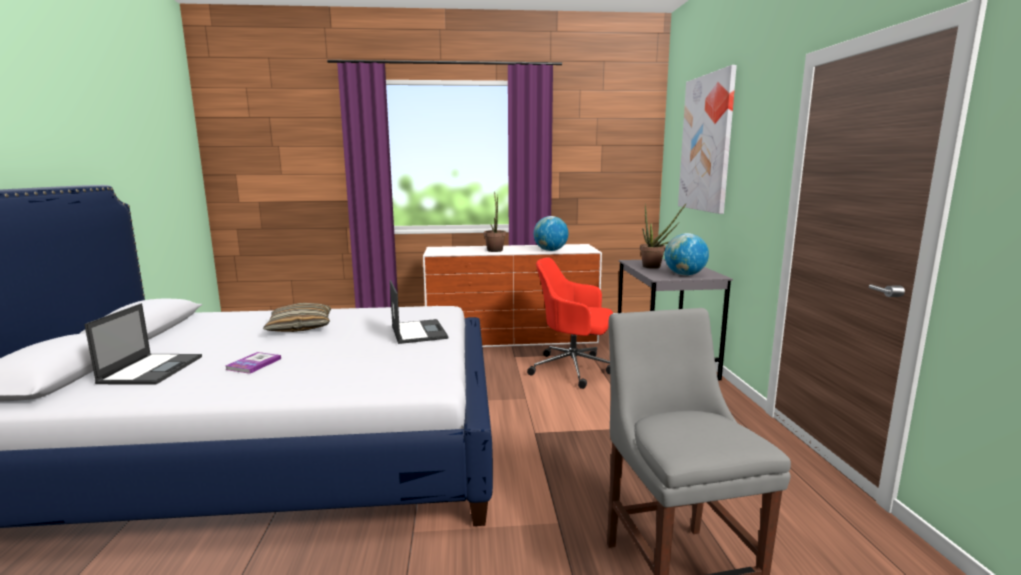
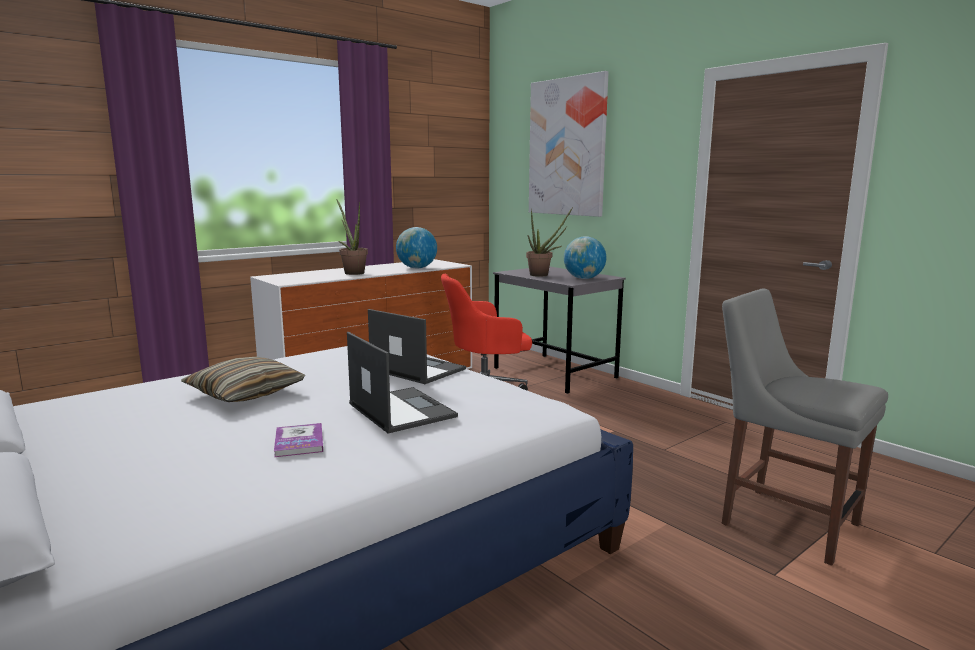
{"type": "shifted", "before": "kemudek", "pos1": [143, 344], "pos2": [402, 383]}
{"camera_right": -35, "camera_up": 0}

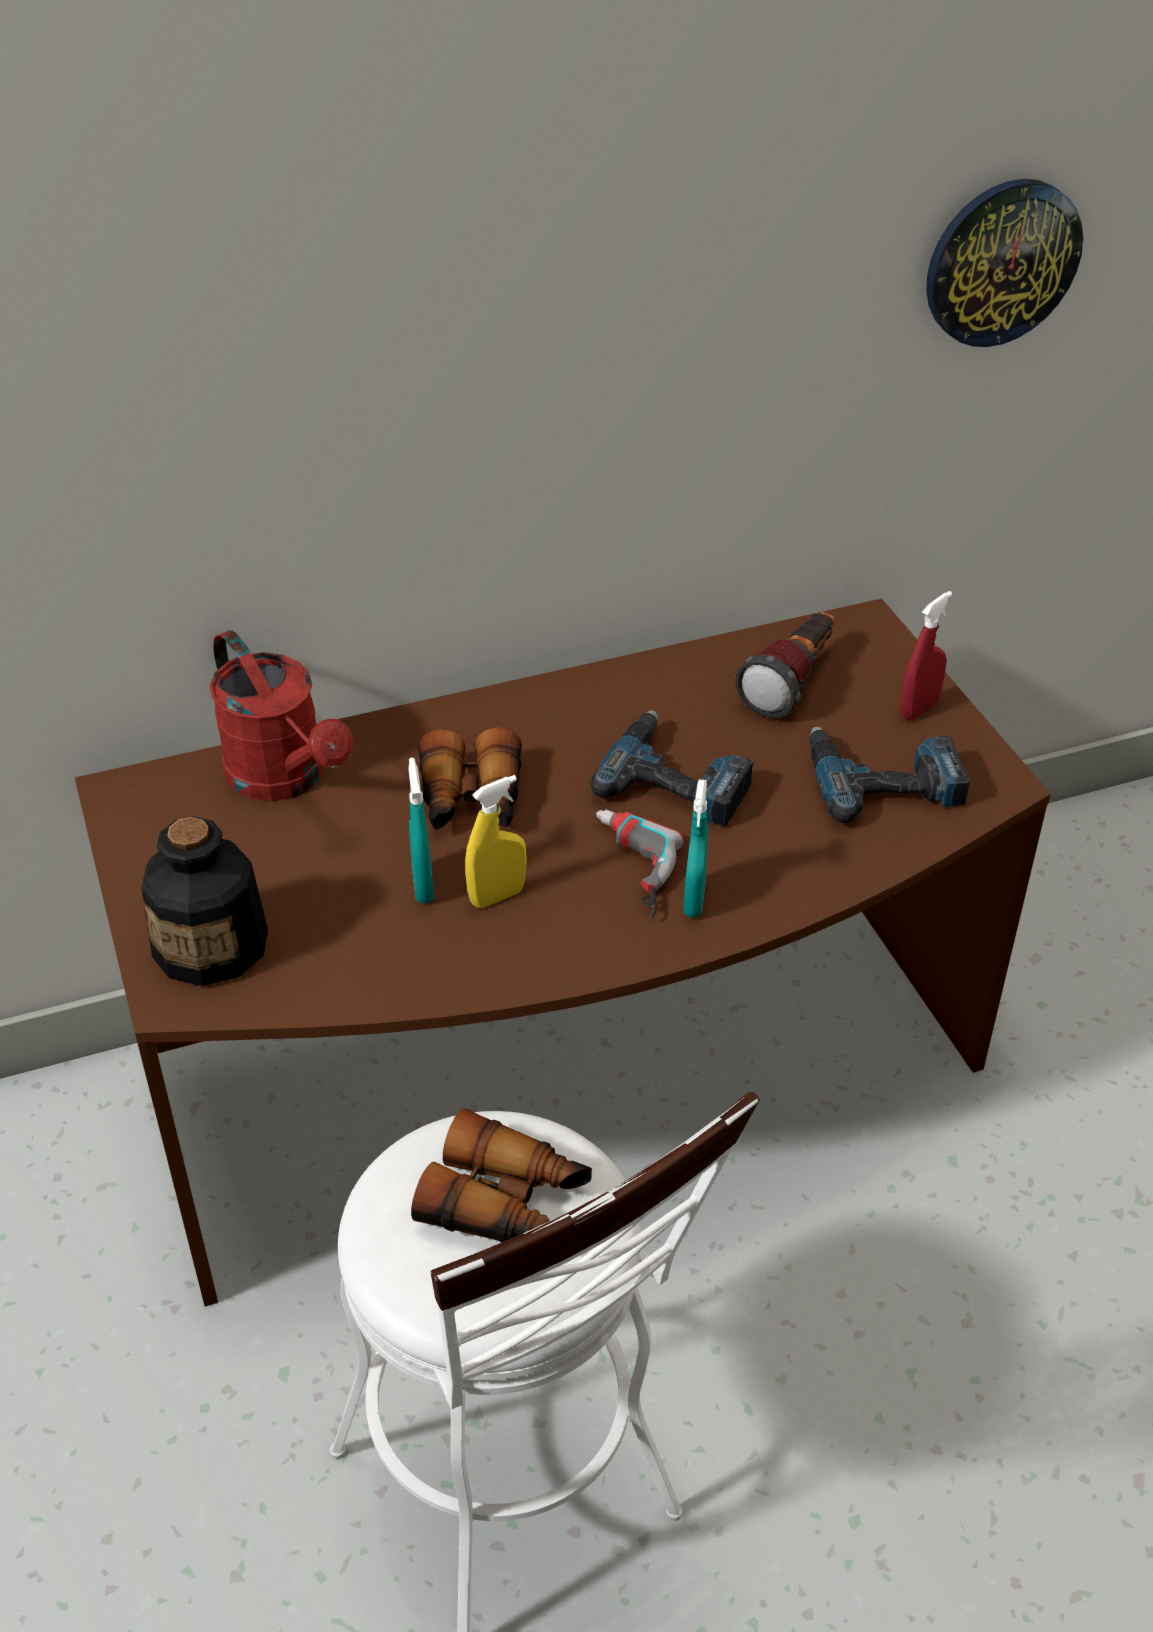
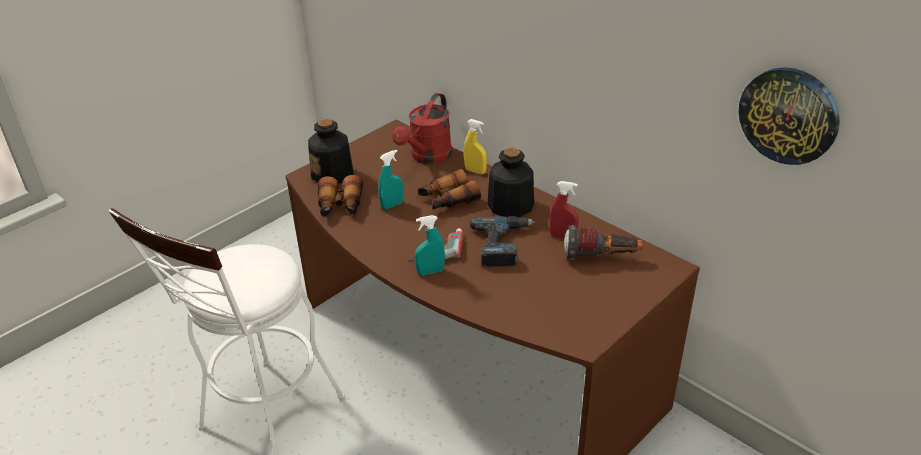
{"type": "gone", "before": "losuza", "pos1": [889, 775]}
{"type": "new", "after": "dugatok", "pos2": [510, 182]}
{"type": "shifted", "before": "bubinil", "pos1": [501, 1175], "pos2": [340, 196]}
{"type": "shifted", "before": "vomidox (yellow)", "pos1": [496, 841], "pos2": [475, 146]}
{"type": "shifted", "before": "vomidox (red)", "pos1": [926, 655], "pos2": [564, 209]}
{"camera_right": 65, "camera_up": -5}

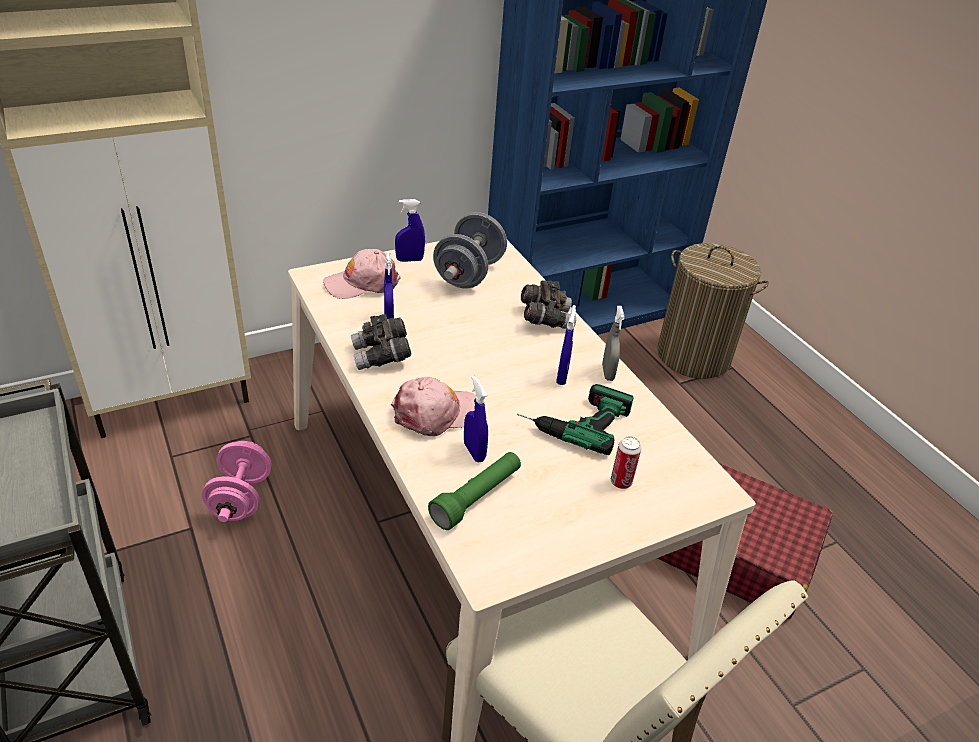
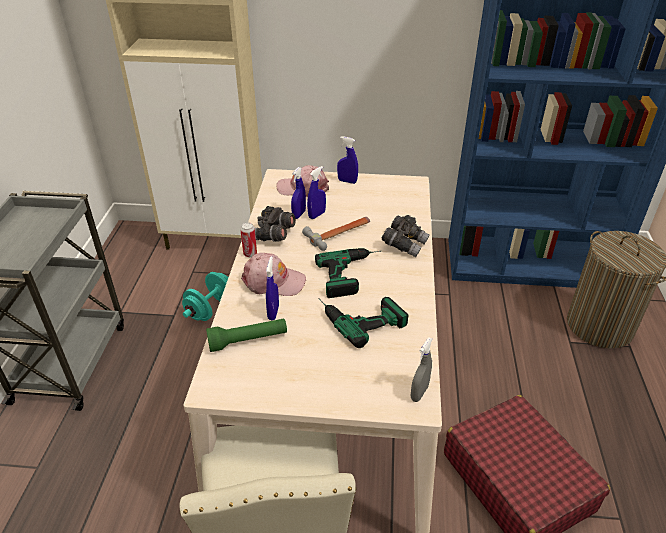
{"type": "gone", "before": "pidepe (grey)", "pos1": [470, 250]}
{"type": "new", "after": "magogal", "pos2": [336, 234]}
{"type": "new", "after": "losuza", "pos2": [348, 273]}
{"type": "shifted", "before": "vomidox (blue)", "pos1": [566, 345], "pos2": [316, 192]}
{"type": "shifted", "before": "vomidox (grey)", "pos1": [613, 343], "pos2": [421, 369]}
{"type": "shifted", "before": "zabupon", "pos1": [626, 462], "pos2": [248, 239]}
{"type": "repainted", "before": "pidepe (pink)", "after": "pidepe (turquoise)", "pos1": [237, 481], "pos2": [205, 296]}
{"camera_right": 35, "camera_up": 0}

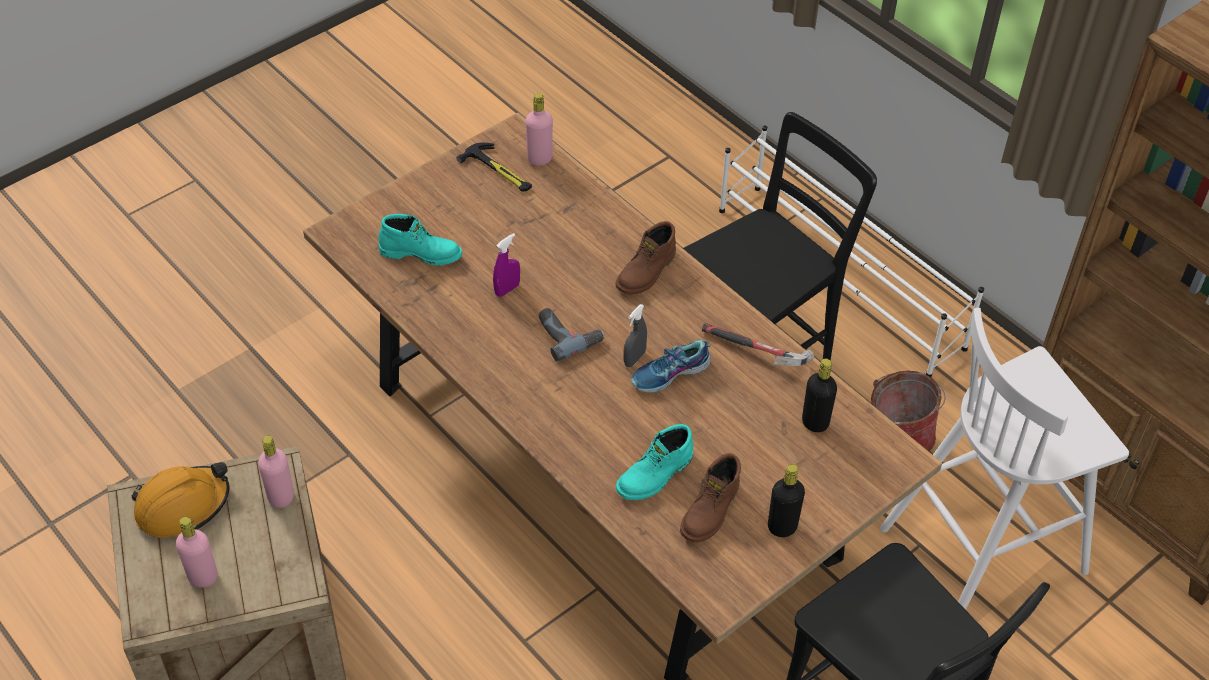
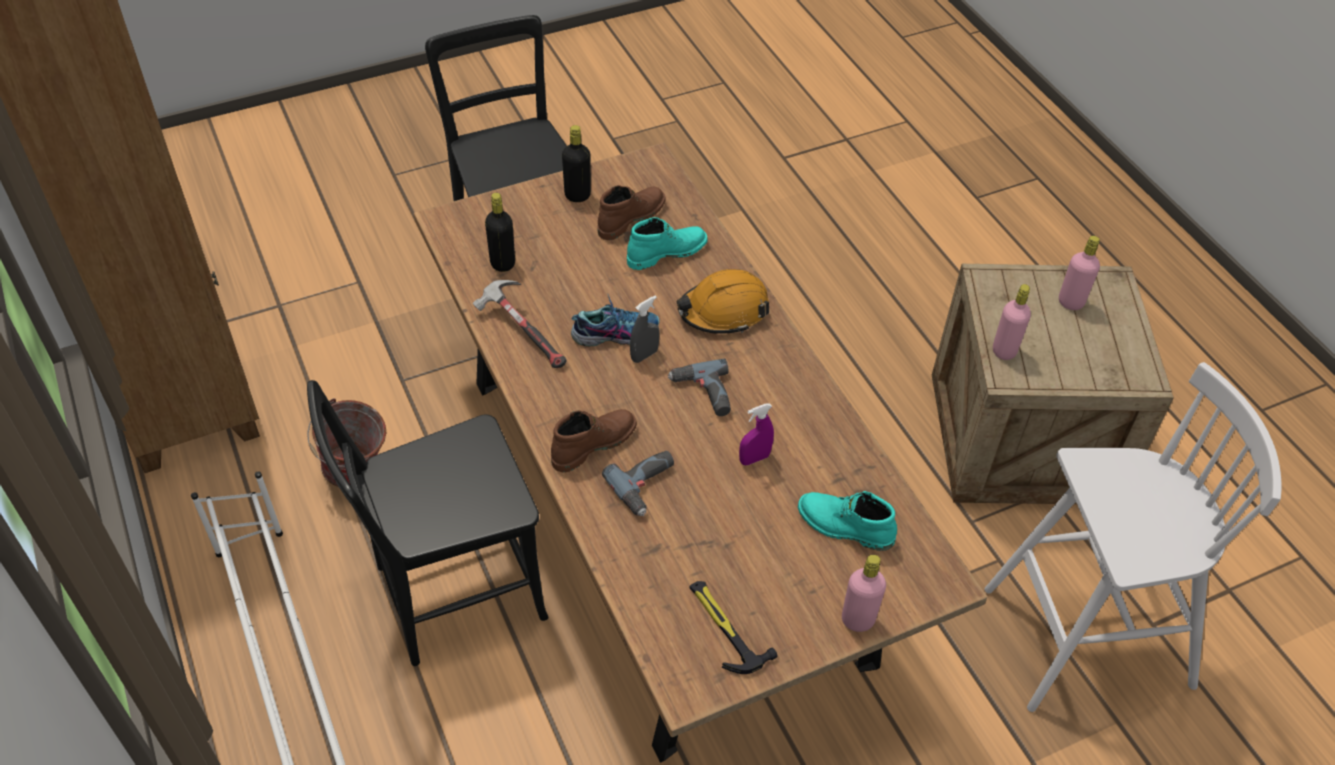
{"type": "new", "after": "losuza", "pos2": [638, 483]}
{"type": "shifted", "before": "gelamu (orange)", "pos1": [180, 500], "pos2": [723, 301]}
{"type": "shifted", "before": "dugatok (pink)", "pos1": [539, 129], "pos2": [864, 593]}
{"type": "shifted", "before": "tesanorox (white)", "pos1": [1004, 459], "pos2": [1133, 537]}
{"camera_right": -165, "camera_up": 0}

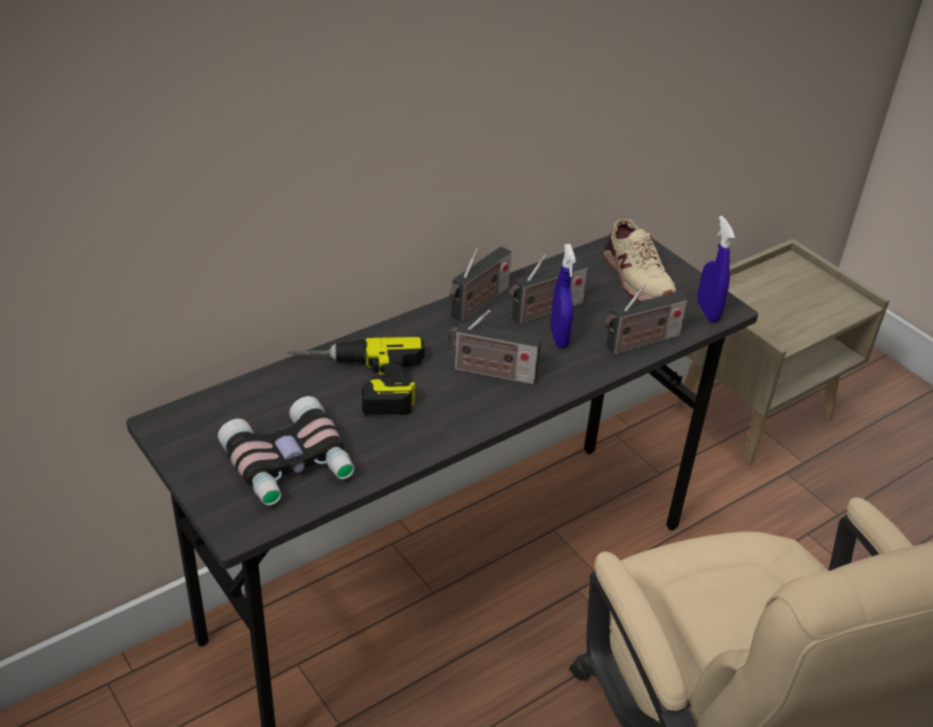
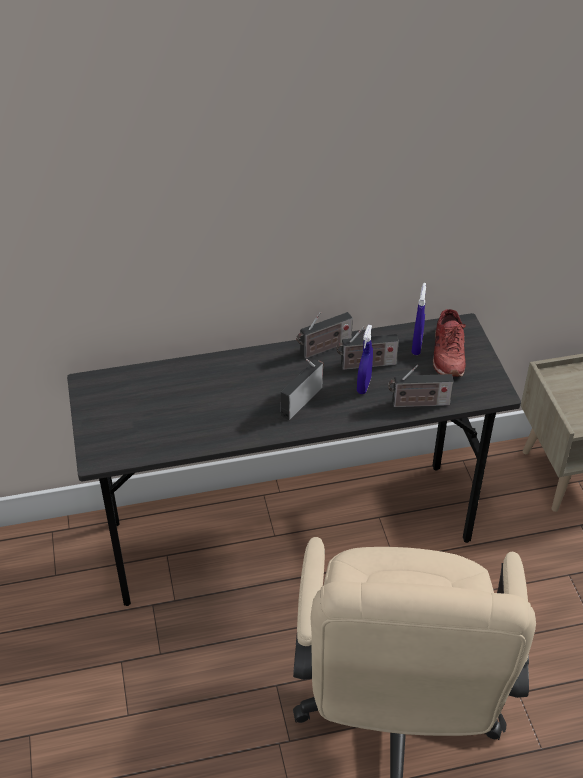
{"type": "gone", "before": "bubinil", "pos1": [286, 450]}
{"type": "gone", "before": "losuza", "pos1": [355, 376]}
{"type": "shifted", "before": "vomidox (blue)", "pos1": [716, 269], "pos2": [418, 319]}
{"type": "repainted", "before": "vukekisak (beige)", "after": "vukekisak (red)", "pos1": [640, 260], "pos2": [449, 343]}
{"type": "rotated", "before": "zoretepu", "pos1": [495, 347], "pos2": [302, 389], "turn": 90}
{"camera_right": 25, "camera_up": 5}

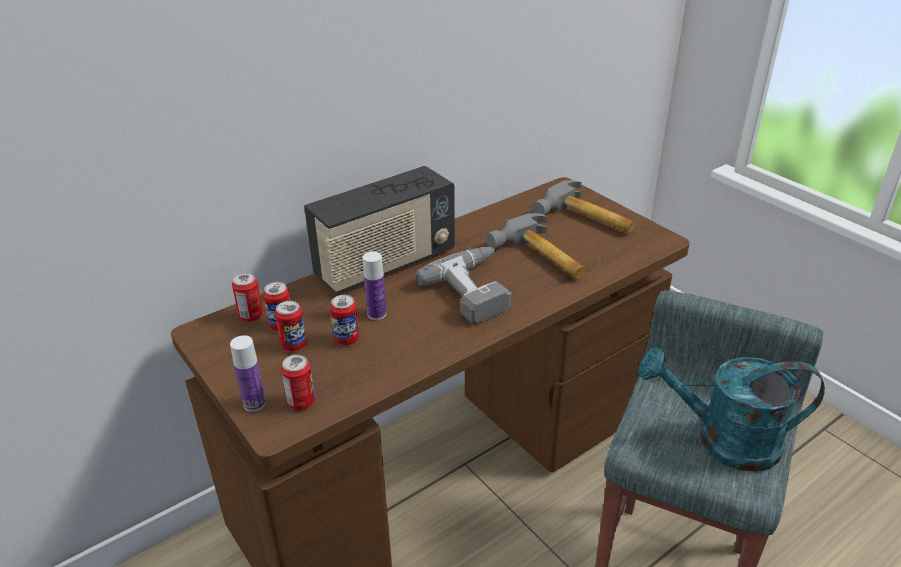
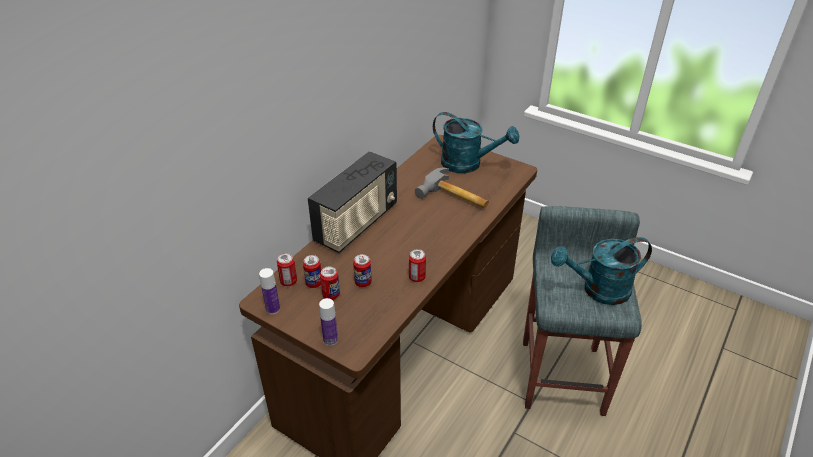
{"type": "gone", "before": "losuza", "pos1": [463, 285]}
{"type": "shifted", "before": "zabupon", "pos1": [298, 382], "pos2": [417, 265]}
{"type": "shifted", "before": "dugatok", "pos1": [374, 285], "pos2": [269, 291]}
{"type": "swapped", "before": "magogal", "after": "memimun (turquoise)", "pos1": [584, 206], "pos2": [476, 142]}
{"camera_right": -20, "camera_up": 5}

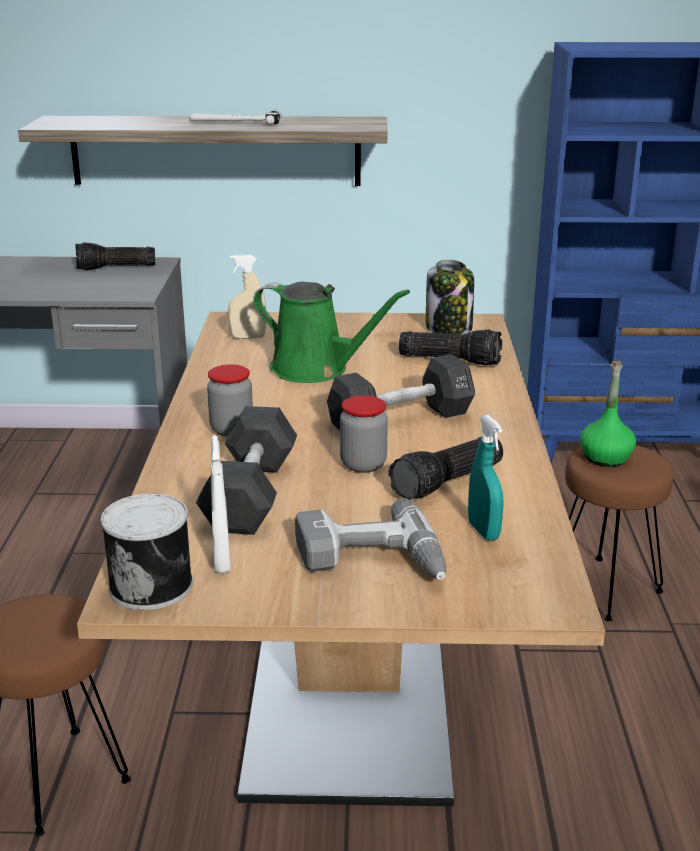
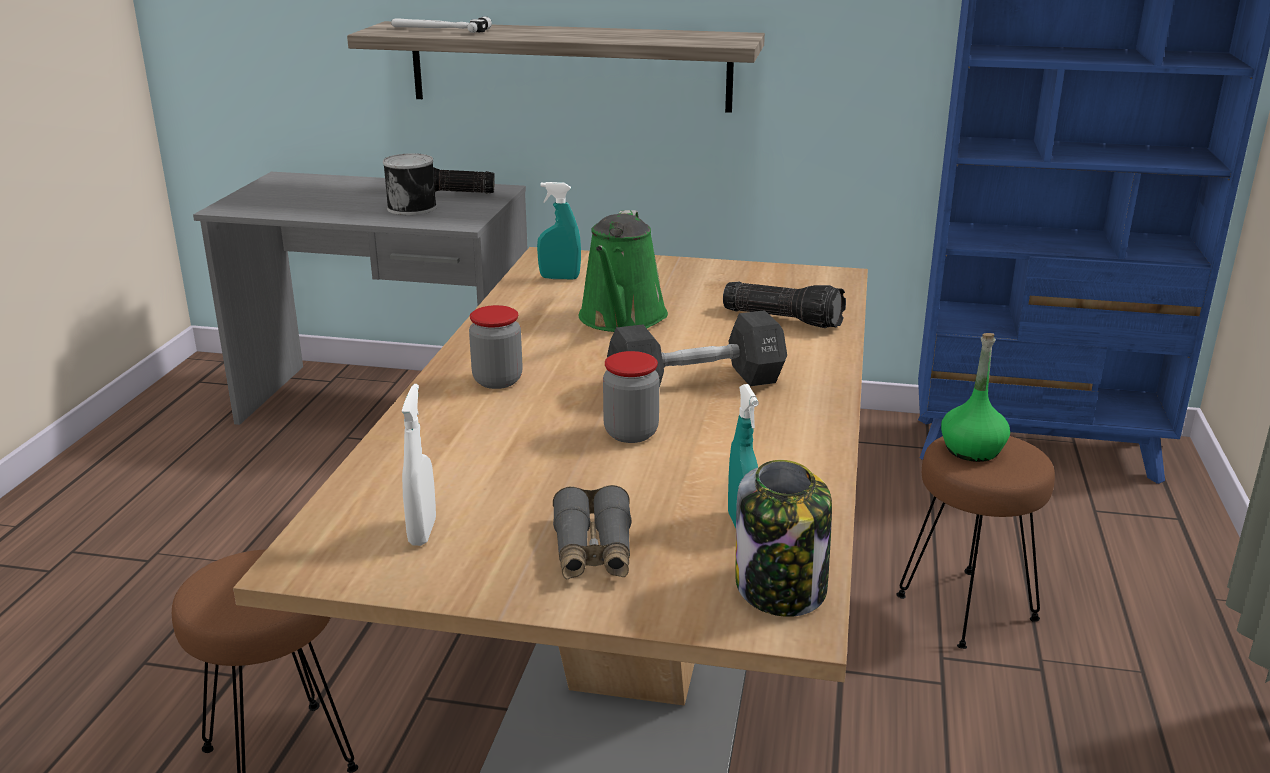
{"type": "gone", "before": "pidepe (black)", "pos1": [246, 470]}
{"type": "gone", "before": "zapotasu", "pos1": [445, 468]}
{"type": "shifted", "before": "zabupon", "pos1": [147, 551], "pos2": [410, 184]}
{"type": "shifted", "before": "magogal", "pos1": [235, 117], "pos2": [441, 24]}
{"type": "shifted", "before": "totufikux", "pos1": [450, 297], "pos2": [783, 538]}
{"type": "swapped", "before": "losuza", "after": "bubinil (grey)", "pos1": [370, 539], "pos2": [592, 532]}
{"type": "repainted", "before": "vomidox (beige)", "after": "vomidox (turquoise)", "pos1": [247, 297], "pos2": [559, 230]}
{"type": "rotated", "before": "memimun (green)", "pos1": [331, 332], "pos2": [623, 271], "turn": 60}
{"camera_right": 10, "camera_up": 0}

